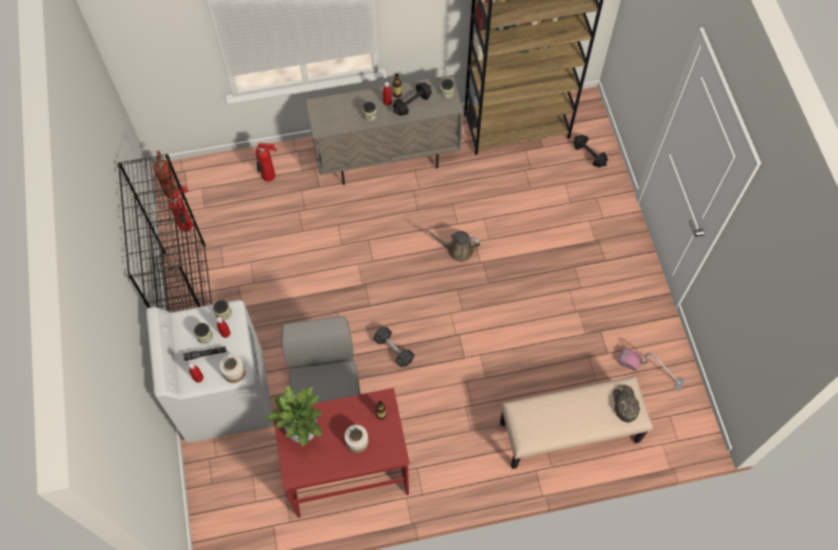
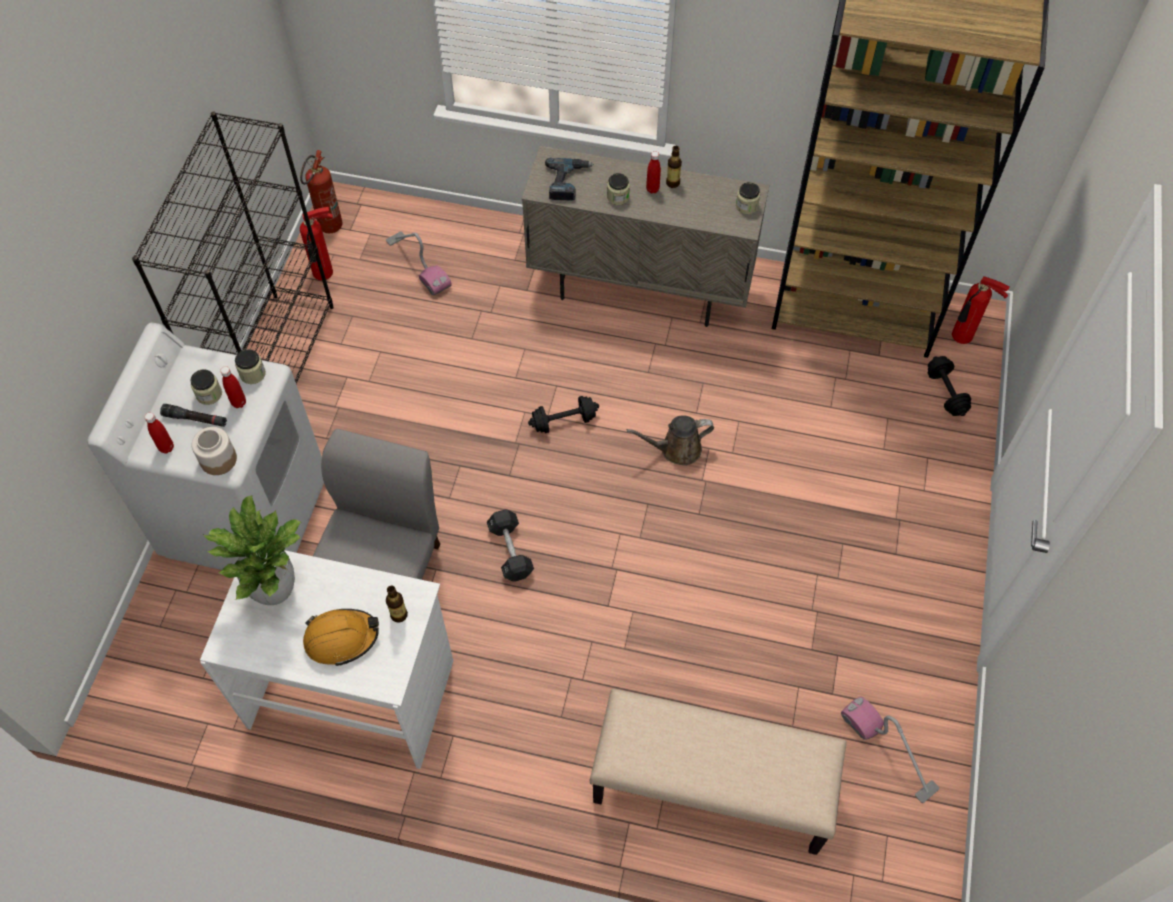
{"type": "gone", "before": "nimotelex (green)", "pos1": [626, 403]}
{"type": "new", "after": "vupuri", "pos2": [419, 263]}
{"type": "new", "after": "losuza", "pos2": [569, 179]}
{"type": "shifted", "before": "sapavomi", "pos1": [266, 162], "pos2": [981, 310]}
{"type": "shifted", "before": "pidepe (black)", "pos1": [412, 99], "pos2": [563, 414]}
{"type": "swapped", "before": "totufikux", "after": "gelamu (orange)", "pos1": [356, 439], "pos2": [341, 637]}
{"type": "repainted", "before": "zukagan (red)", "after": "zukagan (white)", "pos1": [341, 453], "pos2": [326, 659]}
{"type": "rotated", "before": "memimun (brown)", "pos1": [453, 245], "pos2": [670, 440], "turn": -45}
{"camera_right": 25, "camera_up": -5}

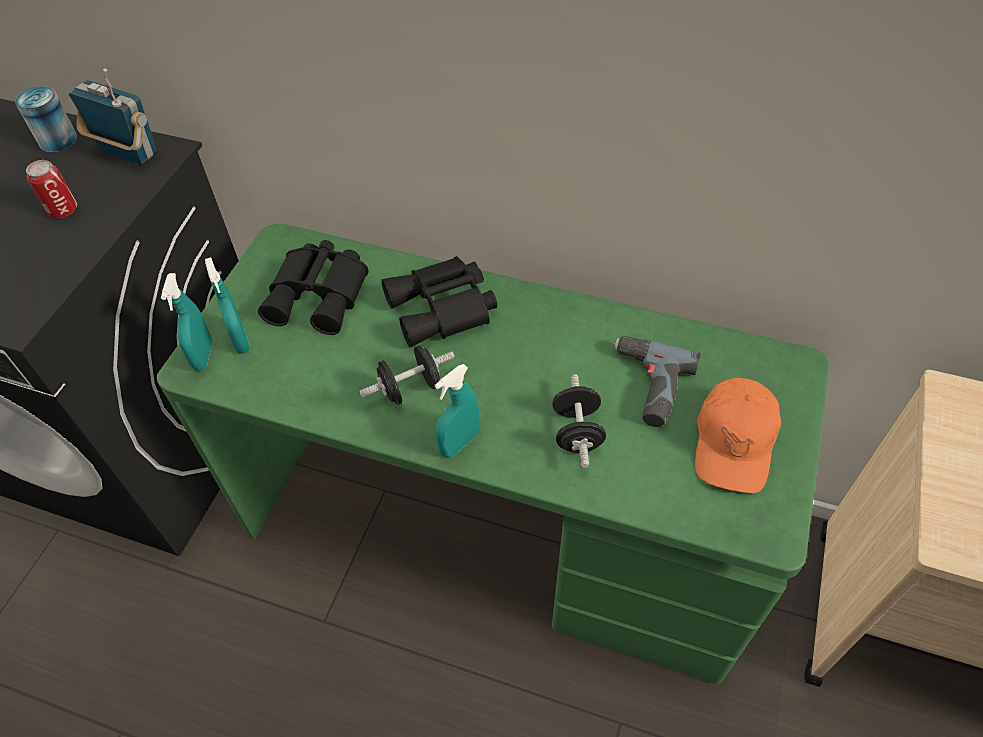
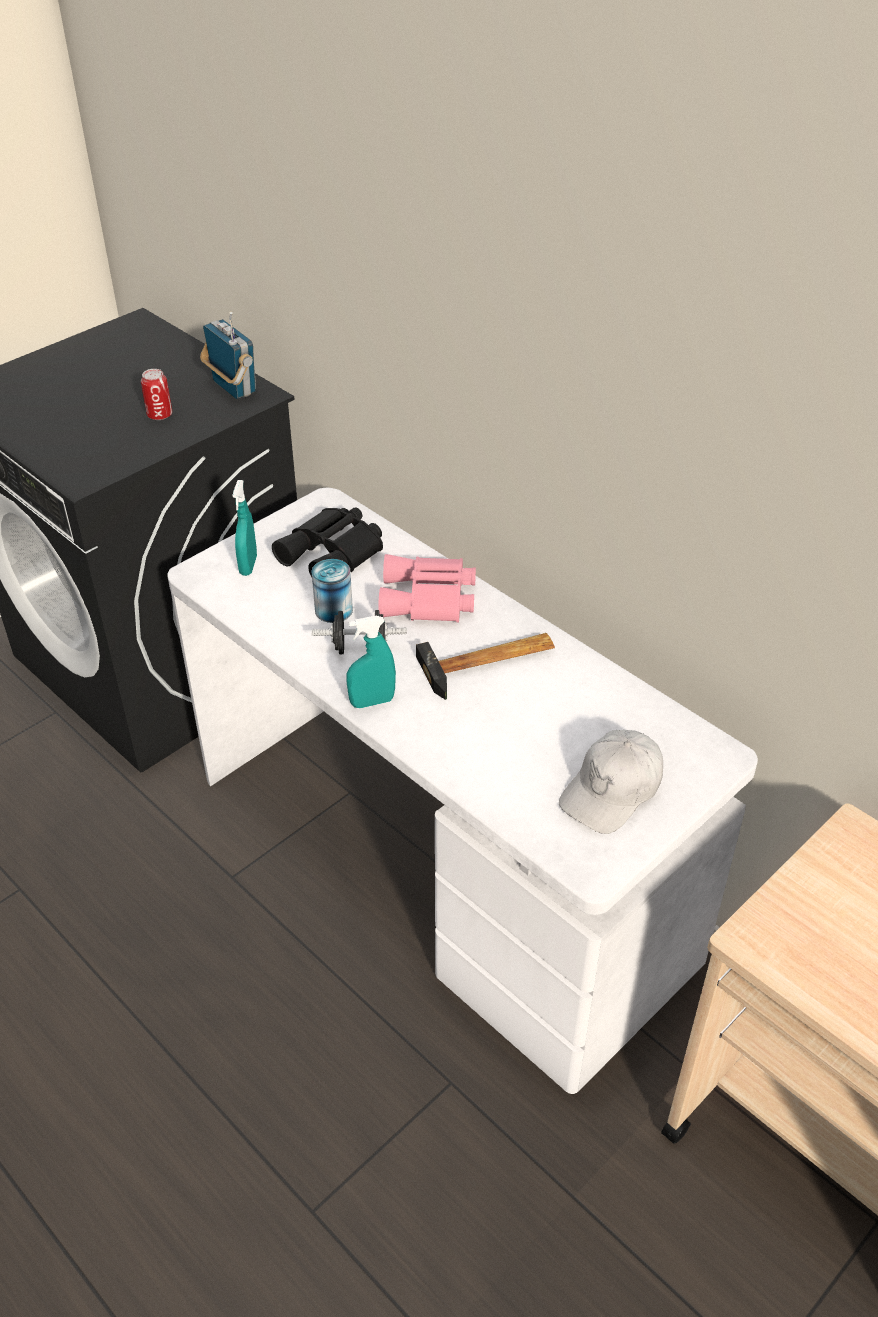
{"type": "gone", "before": "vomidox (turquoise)", "pos1": [186, 322]}
{"type": "gone", "before": "pidepe (black)", "pos1": [579, 421]}
{"type": "gone", "before": "losuza", "pos1": [657, 381]}
{"type": "new", "after": "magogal", "pos2": [485, 666]}
{"type": "shifted", "before": "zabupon", "pos1": [46, 119], "pos2": [332, 591]}
{"type": "repainted", "before": "zukagan (green)", "after": "zukagan (white)", "pos1": [493, 454], "pos2": [462, 791]}
{"type": "repainted", "before": "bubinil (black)", "after": "bubinil (pink)", "pos1": [439, 301], "pos2": [427, 588]}
{"type": "repainted", "before": "nimotelex (orange)", "after": "nimotelex (white)", "pos1": [738, 435], "pos2": [611, 782]}
{"camera_right": 25, "camera_up": -10}

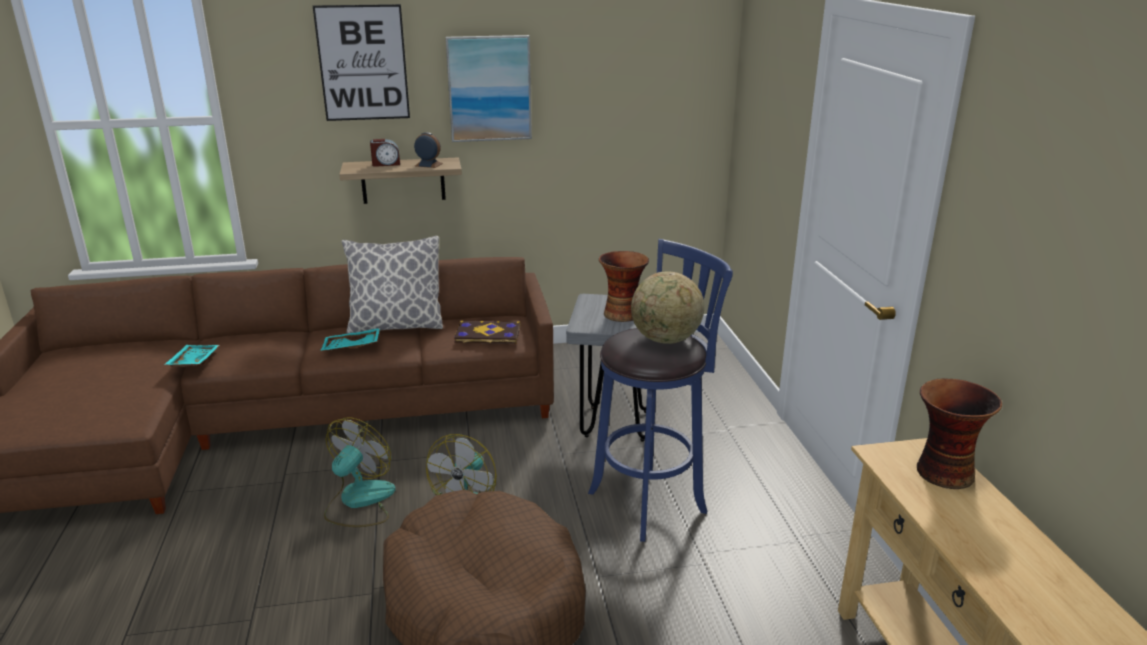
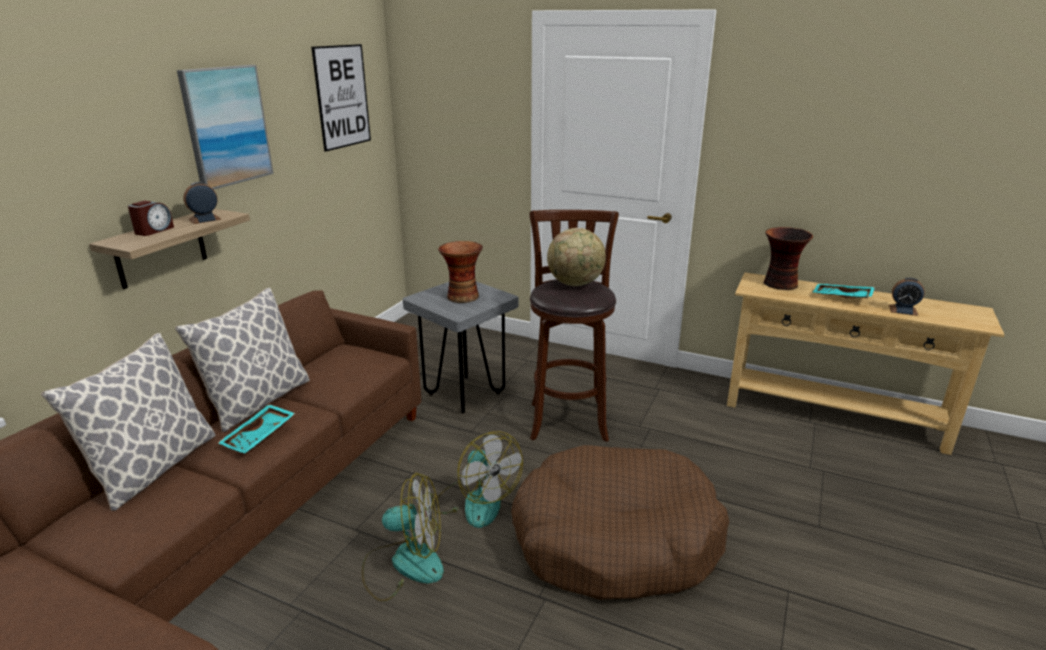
{"type": "gone", "before": "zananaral", "pos1": [487, 332]}
{"type": "new", "after": "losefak", "pos2": [128, 422]}
{"type": "new", "after": "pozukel", "pos2": [907, 296]}
{"type": "shifted", "before": "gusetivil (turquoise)", "pos1": [191, 356], "pos2": [844, 291]}
{"type": "shifted", "before": "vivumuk", "pos1": [361, 62], "pos2": [341, 98]}
{"type": "repainted", "before": "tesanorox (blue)", "after": "tesanorox (brown)", "pos1": [660, 390], "pos2": [574, 326]}
{"type": "rotated", "before": "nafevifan", "pos1": [359, 472], "pos2": [403, 537], "turn": 120}
{"camera_right": -55, "camera_up": 0}

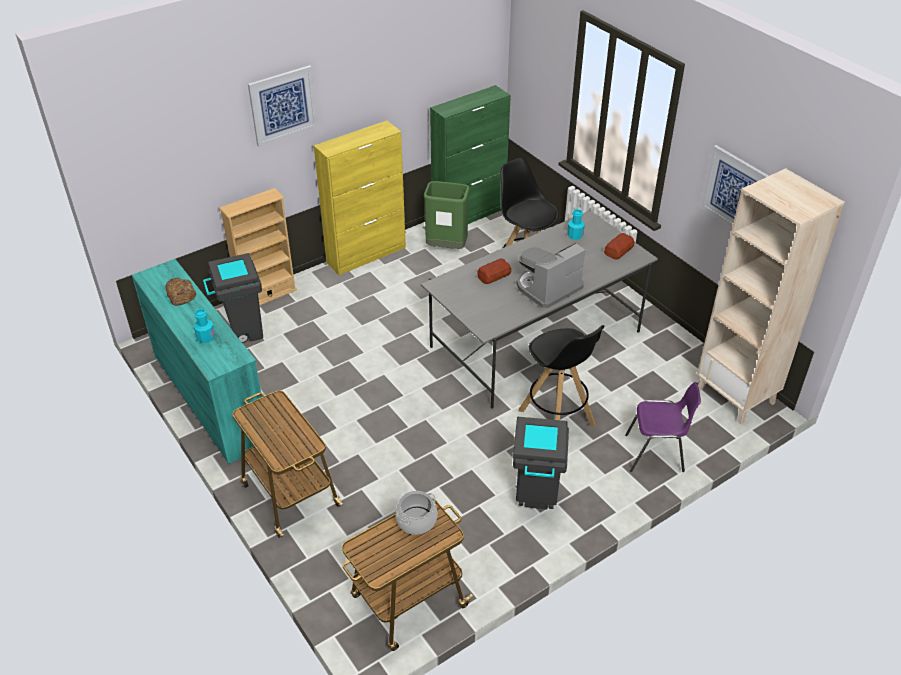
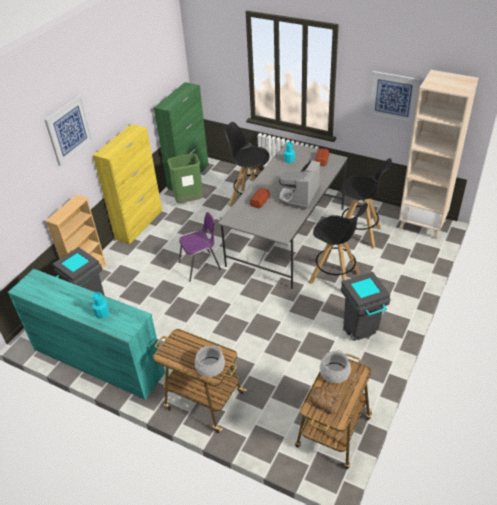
{"type": "new", "after": "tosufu", "pos2": [210, 361]}
{"type": "new", "after": "tesanorox (black)", "pos2": [366, 203]}
{"type": "shifted", "before": "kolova", "pos1": [180, 292], "pos2": [325, 400]}
{"type": "shifted", "before": "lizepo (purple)", "pos1": [663, 427], "pos2": [200, 246]}
{"camera_right": -25, "camera_up": 0}

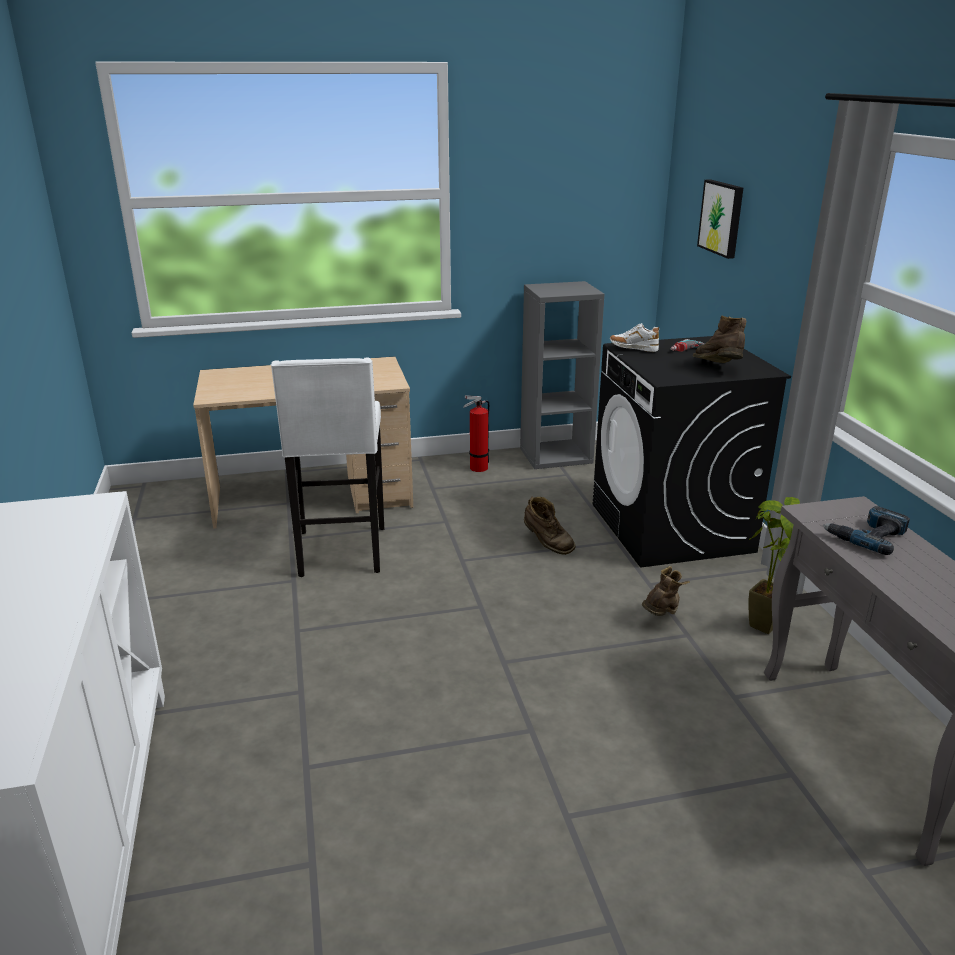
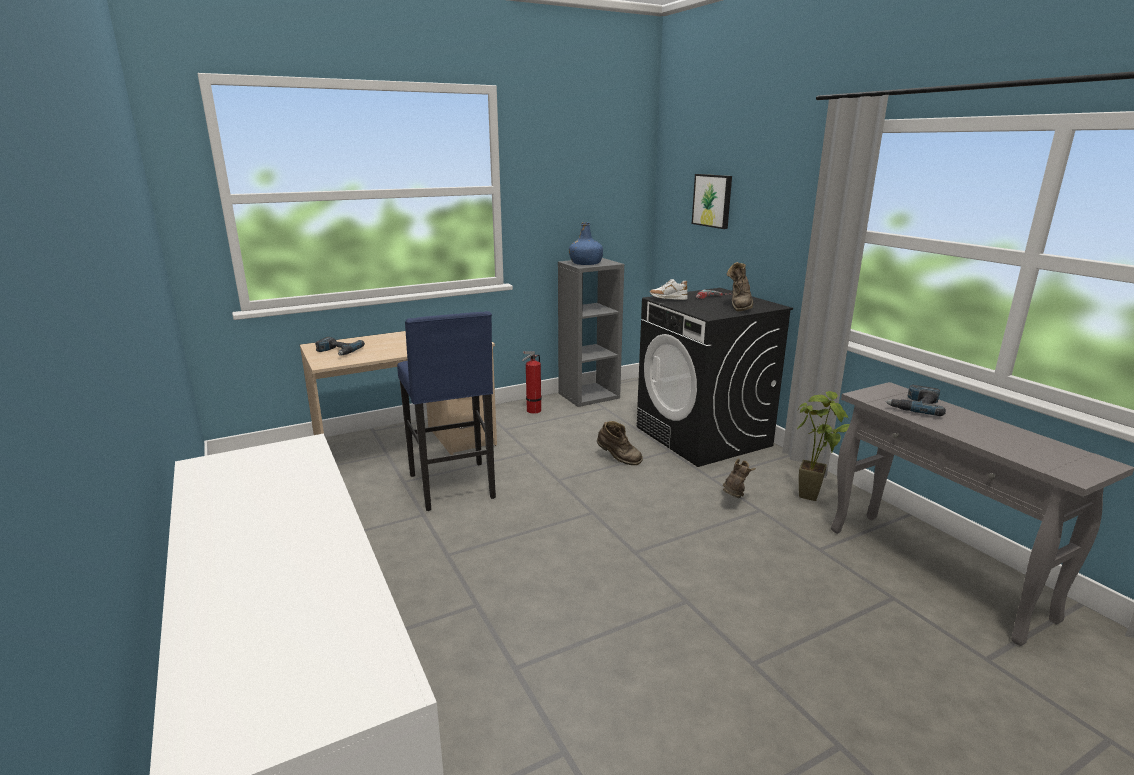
{"type": "new", "after": "losuza", "pos2": [340, 346]}
{"type": "new", "after": "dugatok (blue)", "pos2": [586, 243]}
{"type": "repainted", "before": "tesanorox (white)", "after": "tesanorox (blue)", "pos1": [327, 467], "pos2": [446, 411]}
{"type": "rotated", "before": "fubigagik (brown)", "pos1": [719, 339], "pos2": [740, 286], "turn": -135}
{"camera_right": -15, "camera_up": -5}

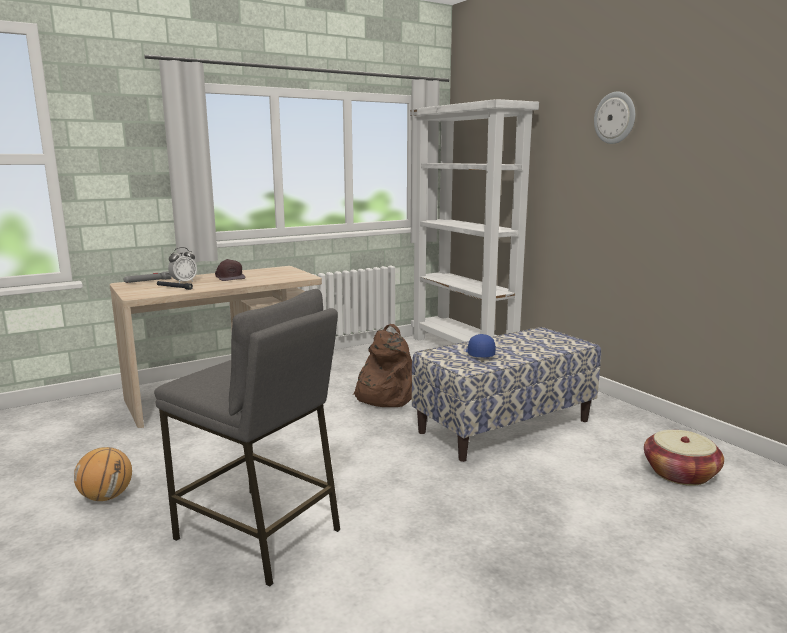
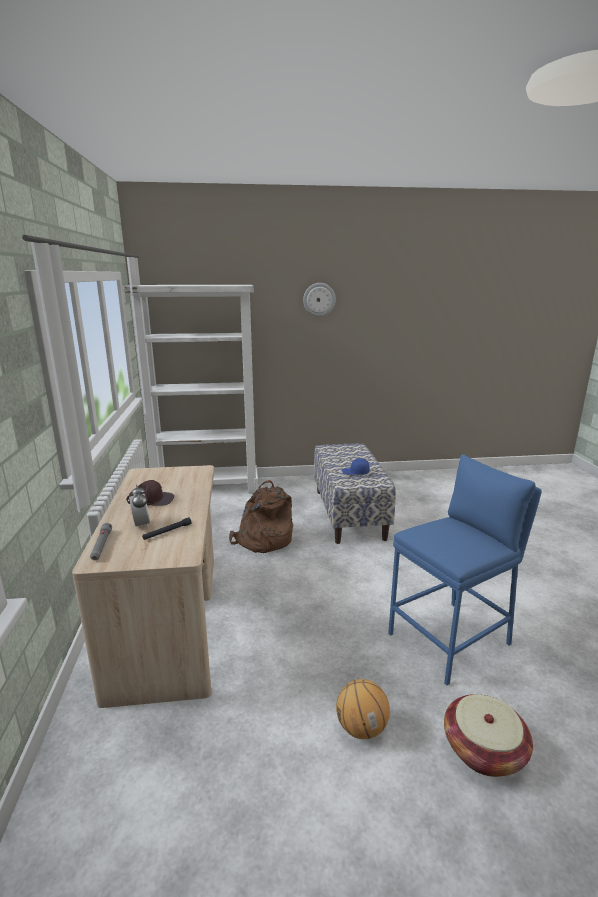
{"type": "shifted", "before": "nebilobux", "pos1": [684, 458], "pos2": [488, 735]}
{"type": "repainted", "before": "tesanorox (grey)", "after": "tesanorox (blue)", "pos1": [247, 438], "pos2": [465, 569]}
{"camera_right": -65, "camera_up": 5}

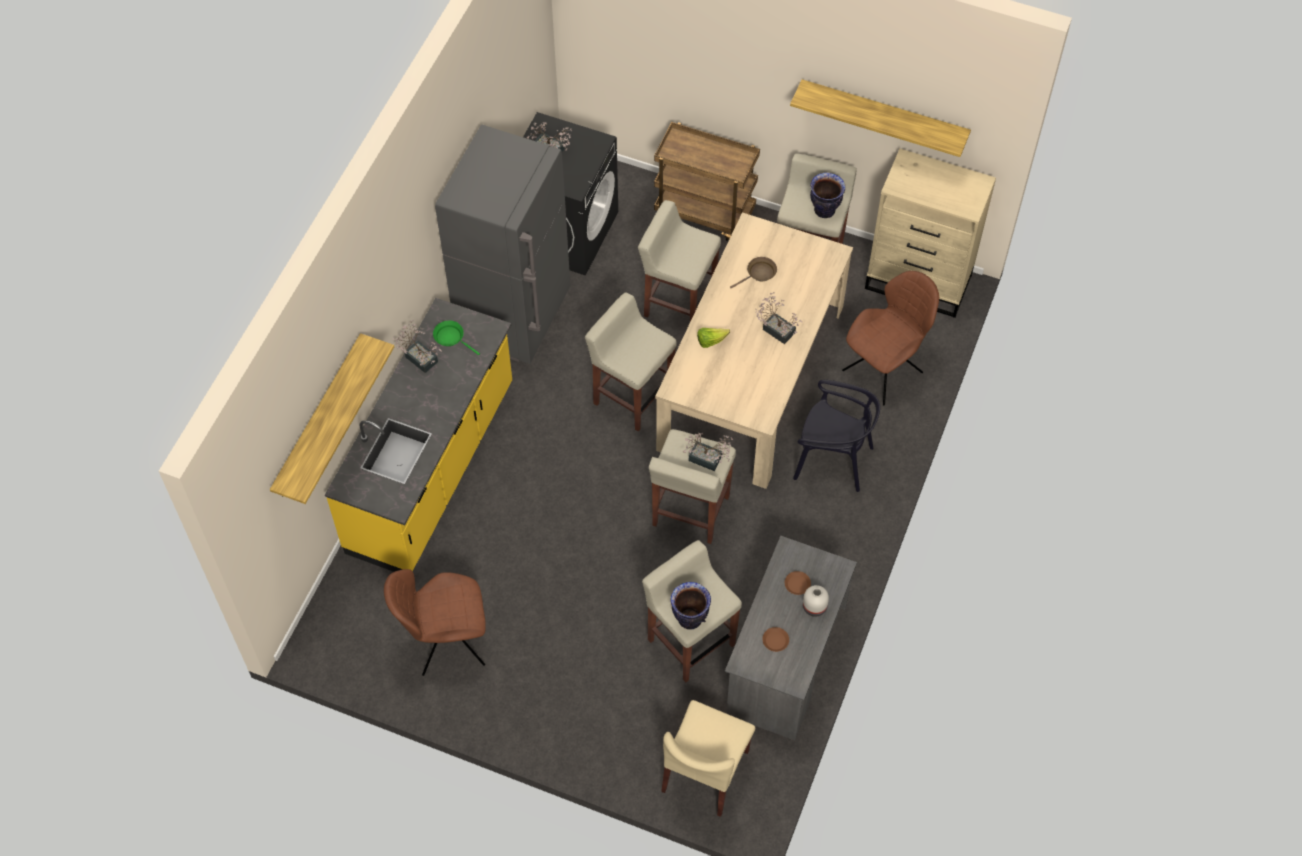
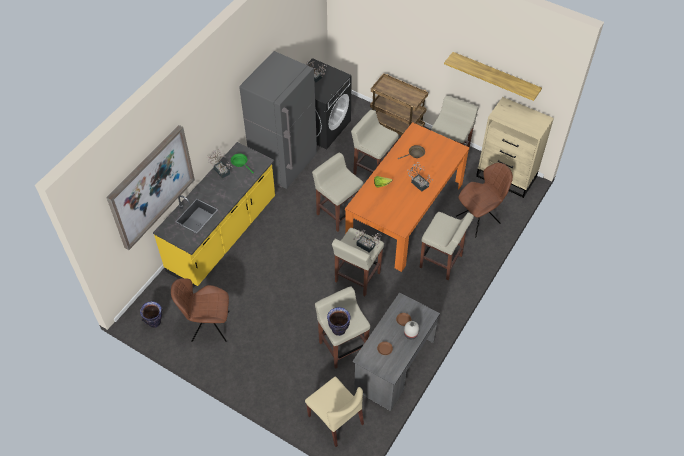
{"type": "shifted", "before": "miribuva", "pos1": [827, 195], "pos2": [151, 314]}
{"type": "swapped", "before": "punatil", "after": "vivumuk", "pos1": [332, 418], "pos2": [150, 187]}
{"type": "swapped", "before": "lizepo (black)", "after": "tesanorox (beige)", "pos1": [836, 436], "pos2": [446, 246]}
{"type": "repainted", "before": "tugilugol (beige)", "after": "tugilugol (orange)", "pos1": [754, 350], "pos2": [407, 197]}
{"type": "rotated", "before": "lizepo (beige)", "pos1": [708, 758], "pos2": [334, 412], "turn": -75}
{"camera_right": 10, "camera_up": -5}

